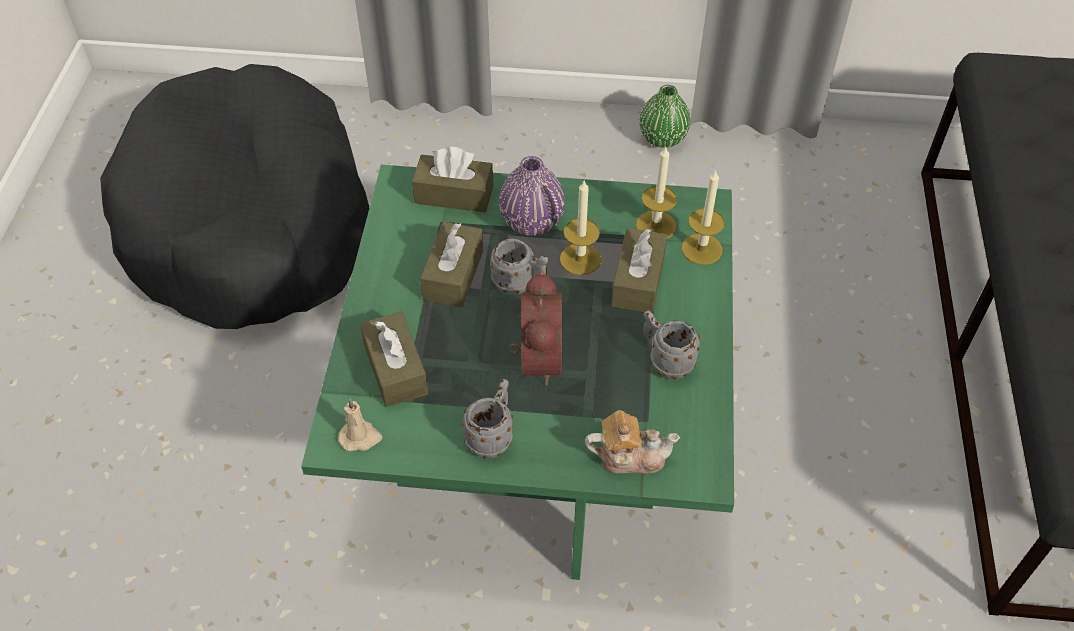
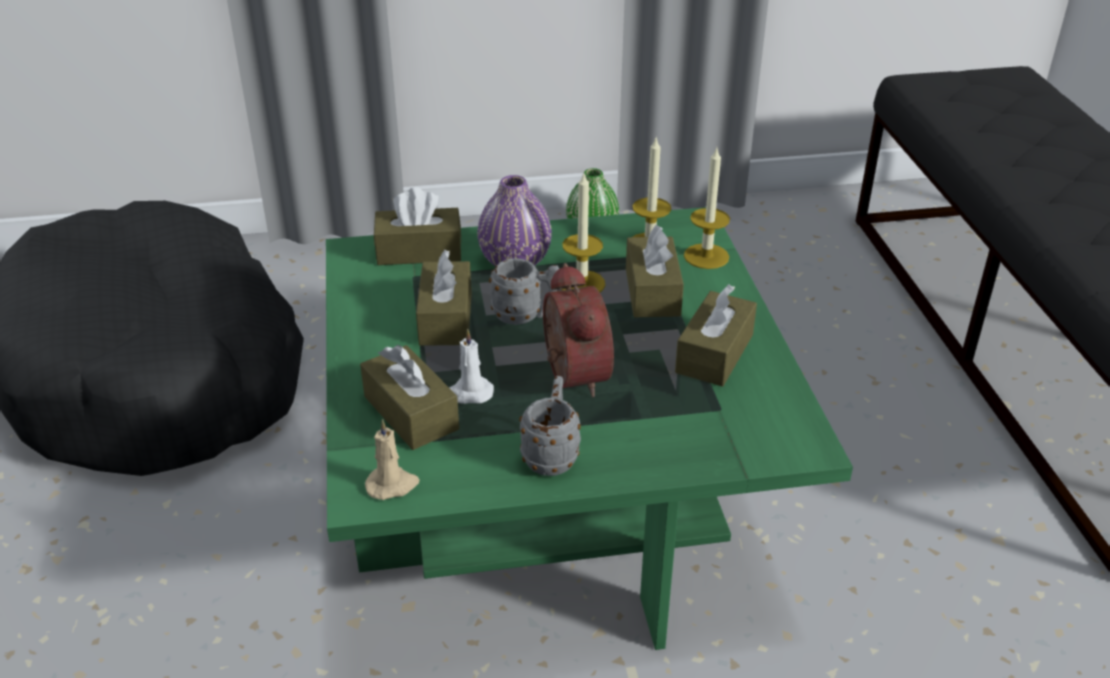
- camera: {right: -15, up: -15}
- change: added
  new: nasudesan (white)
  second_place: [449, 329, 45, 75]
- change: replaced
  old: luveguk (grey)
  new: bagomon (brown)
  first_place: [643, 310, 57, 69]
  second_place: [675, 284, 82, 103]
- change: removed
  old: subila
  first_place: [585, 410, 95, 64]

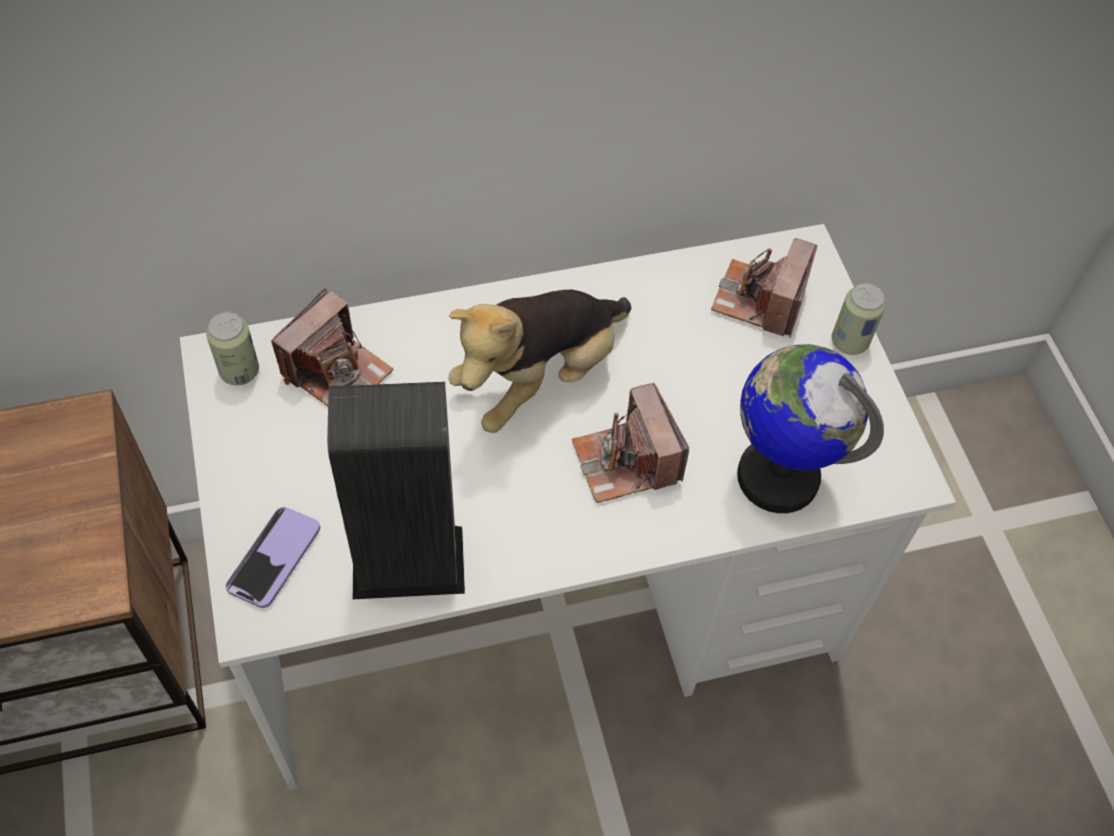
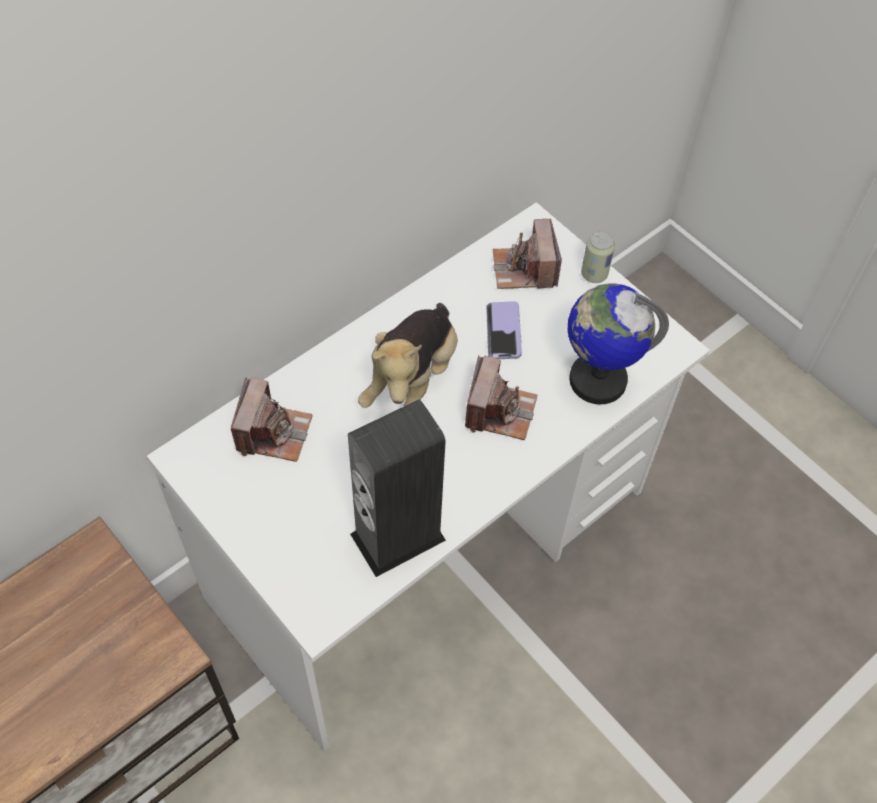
- camera: {right: -25, up: 0}
- change: turned
  old: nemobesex
  first_place: [572, 383, 117, 120]
  second_place: [465, 355, 72, 85]
  degrees: -120
- change: moved
  old: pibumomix
  first_place: [226, 507, 94, 101]
  second_place: [486, 301, 36, 58]
- change: removed
  old: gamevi
  first_place: [206, 311, 53, 74]

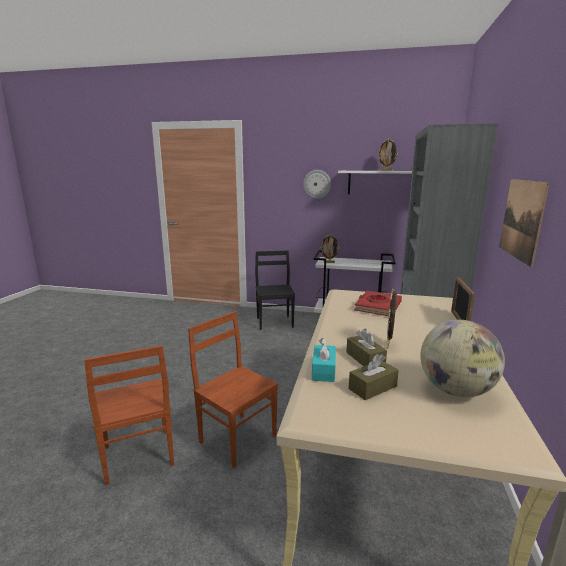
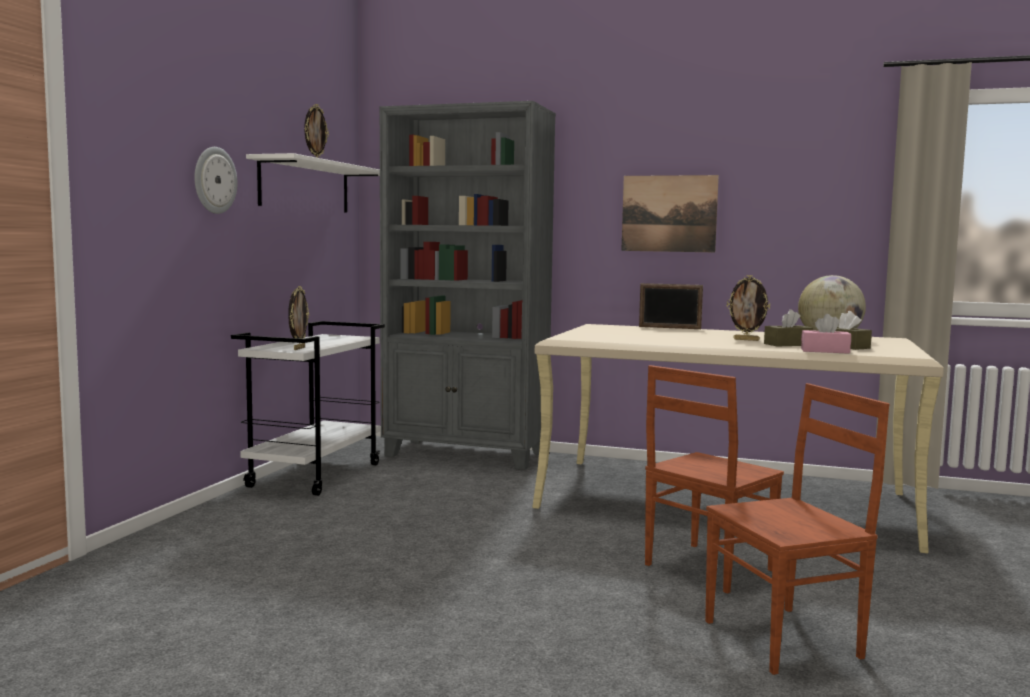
- camera: {right: -85, up: -10}
- change: recoloured
  old: bagomon (turquoise)
  new: bagomon (pink)
  first_place: [312, 338, 24, 44]
  second_place: [801, 314, 50, 40]
- change: removed
  old: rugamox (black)
  first_place: [255, 251, 40, 79]
- change: removed
  old: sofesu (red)
  first_place: [354, 291, 48, 25]

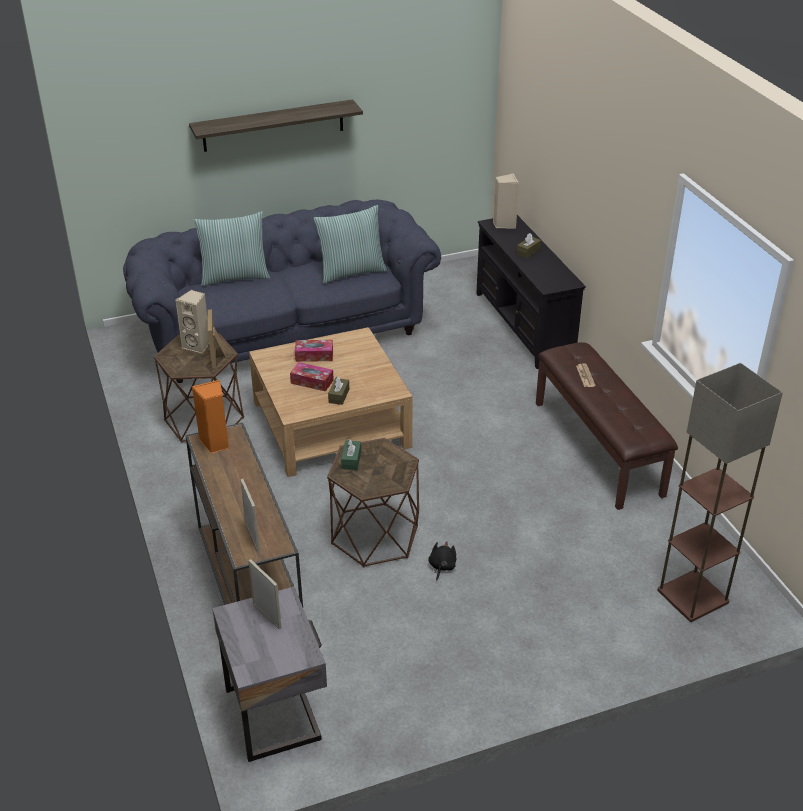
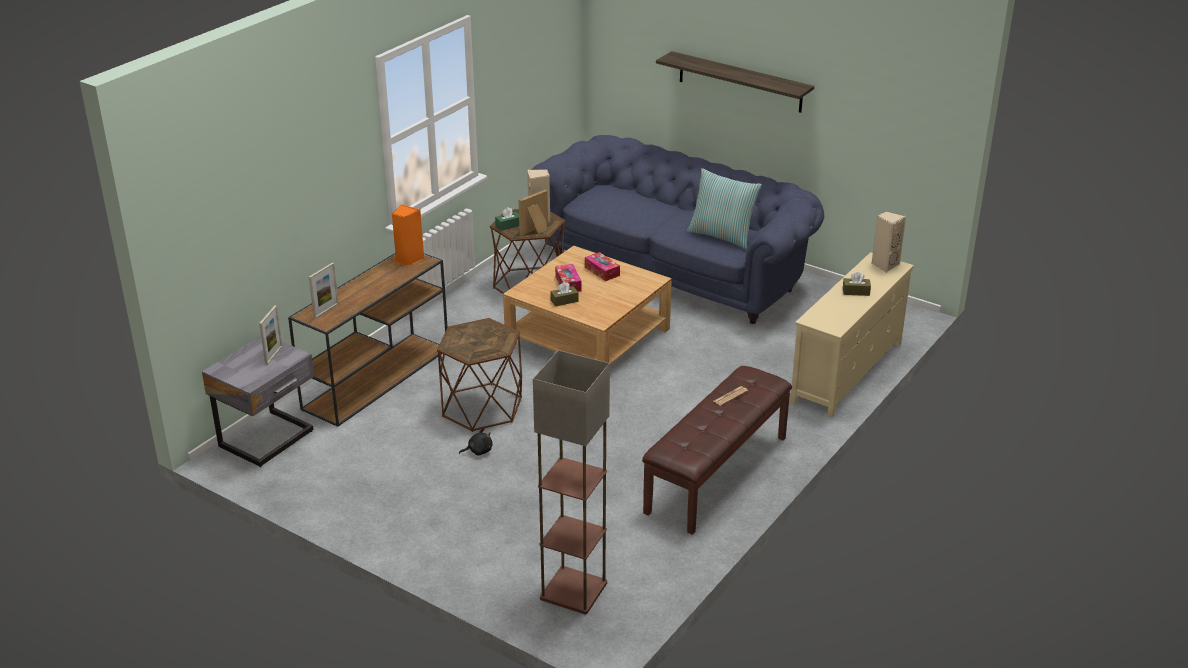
- camera: {right: 55, up: -5}
- change: moved
  old: bagomon (green)
  first_place: [341, 439, 20, 31]
  second_place: [495, 207, 24, 24]
- change: recoloured
  old: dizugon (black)
  new: dizugon (beige)
  first_place: [477, 215, 109, 154]
  second_place: [790, 252, 124, 166]
- change: removed
  old: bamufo
  first_place: [194, 212, 76, 74]

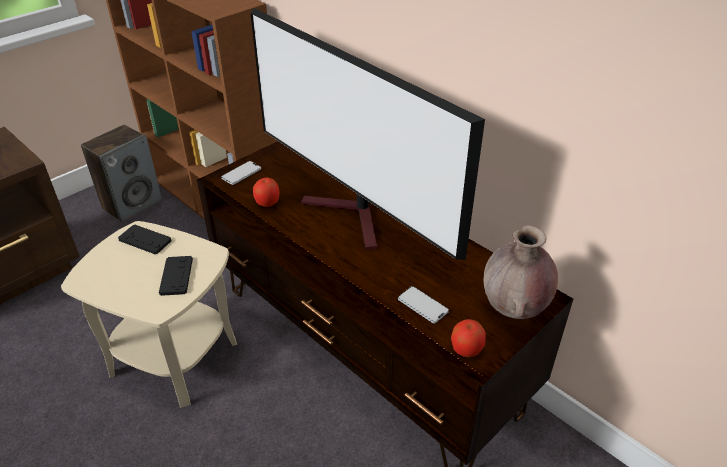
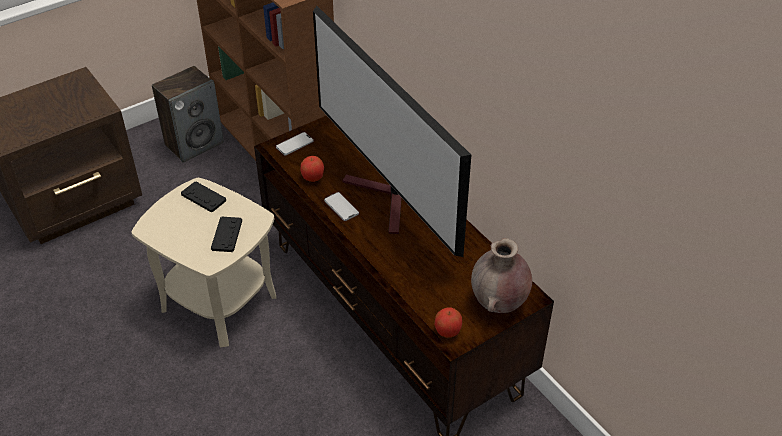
- camera: {right: 10, up: 5}
- change: moved
  old: pibumomix
  first_place: [398, 286, 51, 37]
  second_place: [324, 192, 35, 29]

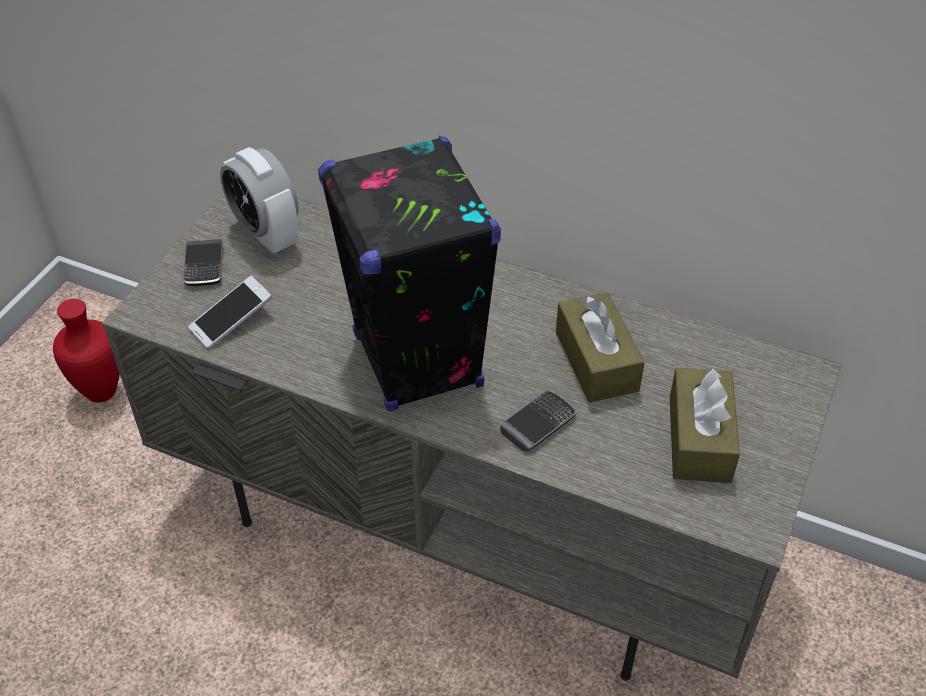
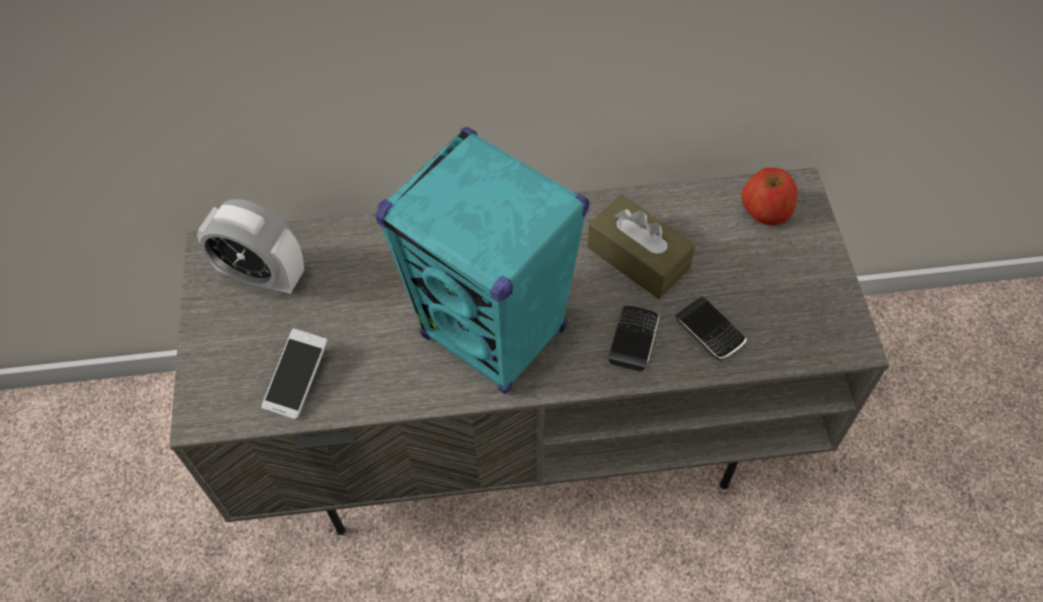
- camera: {right: -30, up: 10}
- change: recoloured
  old: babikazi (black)
  new: babikazi (turquoise)
  first_place: [318, 136, 183, 275]
  second_place: [375, 127, 214, 267]
- change: moved
  old: pibumomix
  first_place: [183, 239, 40, 47]
  second_place: [675, 297, 72, 63]
- change: added
  new: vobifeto
  second_place: [742, 168, 56, 58]
- change: removed
  old: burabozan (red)
  first_place: [53, 299, 67, 104]
- change: removed
  old: bagomon (brown)
  first_place: [670, 368, 70, 115]

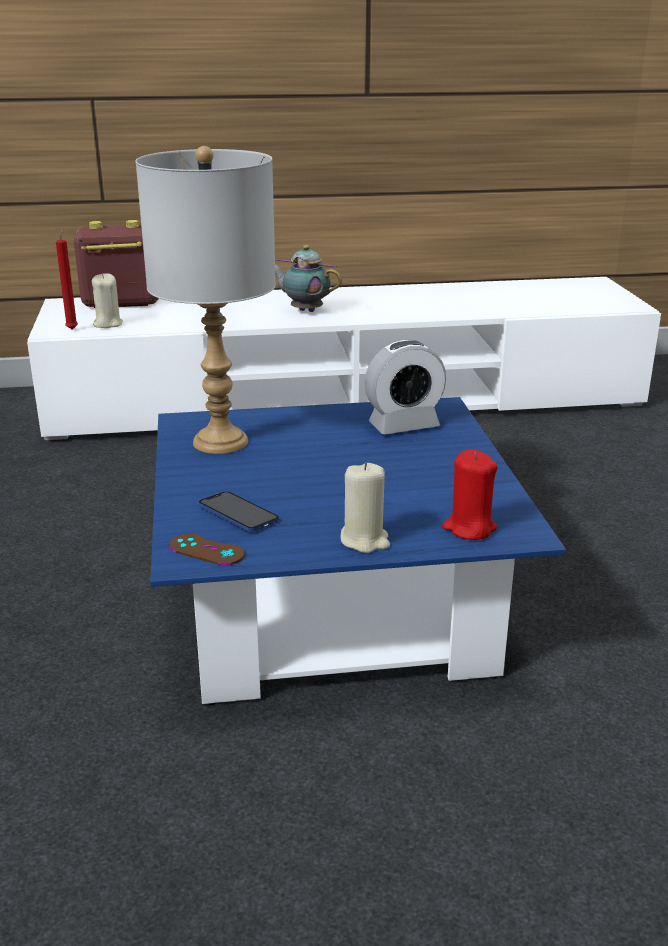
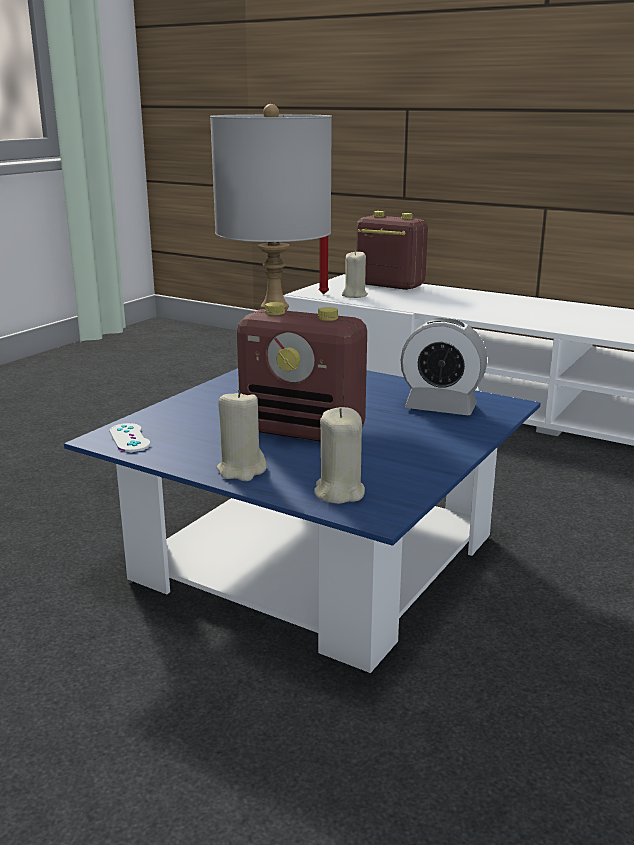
- camera: {right: 40, up: -5}
- change: recoloured
  old: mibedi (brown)
  new: mibedi (white)
  first_place: [169, 534, 76, 31]
  second_place: [109, 423, 41, 29]
- change: added
  new: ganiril
  second_place: [237, 302, 130, 140]
- change: recoloured
  old: nasudesan (red)
  new: nasudesan (beige)
  first_place: [442, 449, 56, 91]
  second_place: [314, 407, 51, 97]
- change: removed
  old: pibumomix
  first_place: [199, 491, 80, 41]
- change: removed
  old: subila
  first_place: [275, 245, 67, 67]

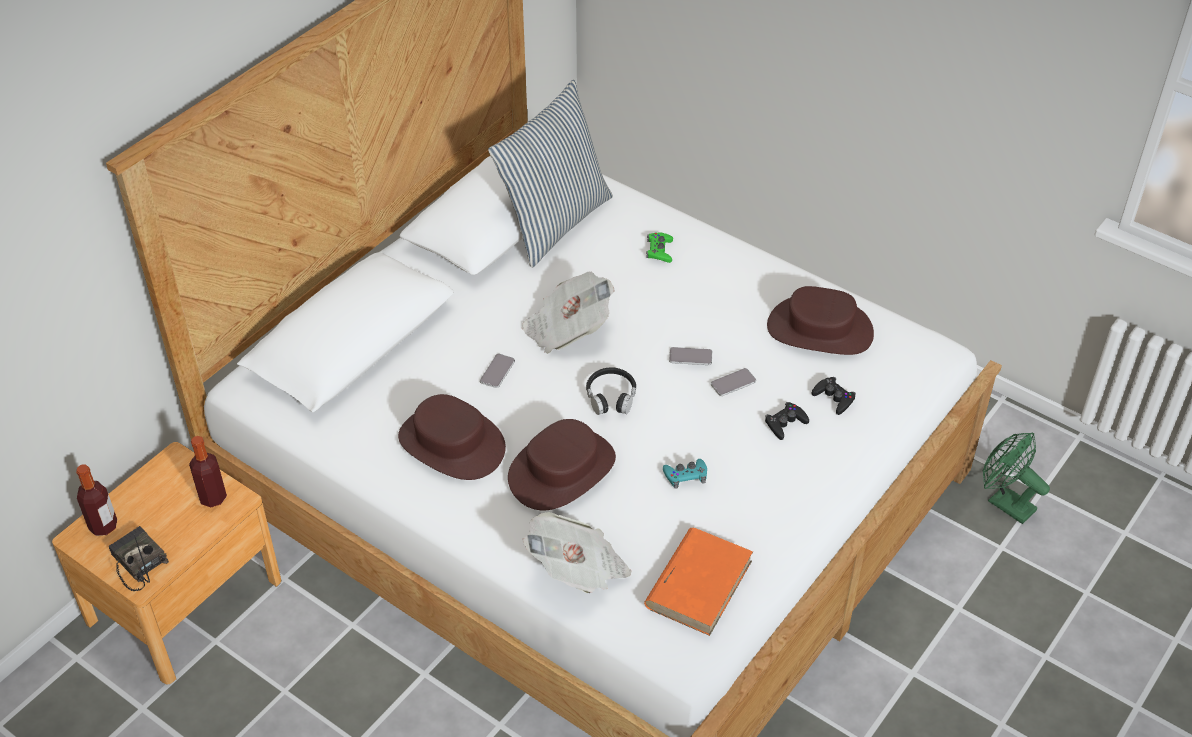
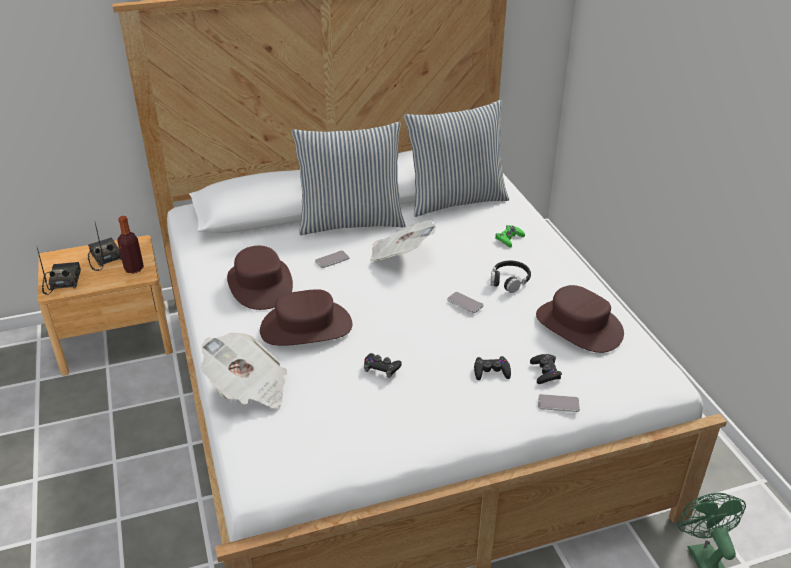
- camera: {right: 35, up: -10}
- change: added
  new: ganiril
  second_place: [88, 223, 34, 48]
- change: added
  new: bamufo
  second_place: [292, 122, 114, 113]
- change: recoloured
  old: mibedi (turquoise)
  new: mibedi (black)
  first_place: [663, 459, 44, 30]
  second_place: [364, 353, 38, 25]
- change: moved
  old: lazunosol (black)
  first_place: [586, 367, 50, 48]
  second_place: [490, 261, 41, 32]
- change: moved
  old: pibumomix
  first_place: [711, 368, 45, 28]
  second_place: [538, 394, 42, 18]
- change: removed
  old: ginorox
  first_place: [76, 464, 41, 72]
- change: removed
  old: sofesu (orange)
  first_place: [644, 528, 109, 108]

